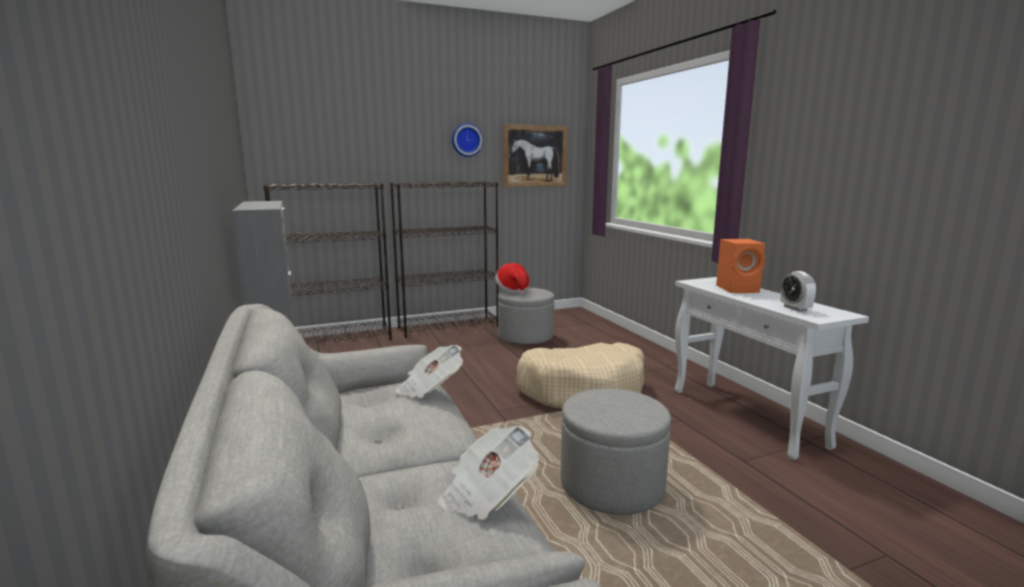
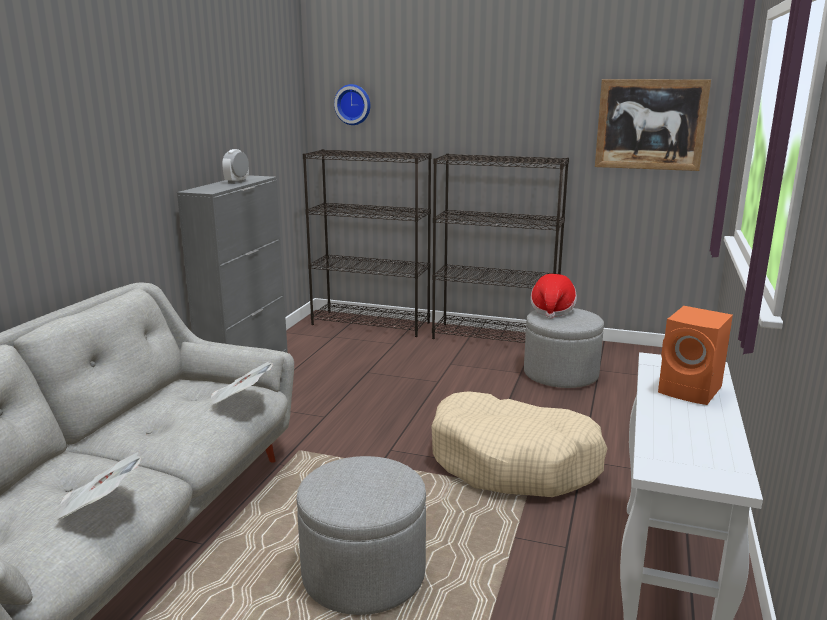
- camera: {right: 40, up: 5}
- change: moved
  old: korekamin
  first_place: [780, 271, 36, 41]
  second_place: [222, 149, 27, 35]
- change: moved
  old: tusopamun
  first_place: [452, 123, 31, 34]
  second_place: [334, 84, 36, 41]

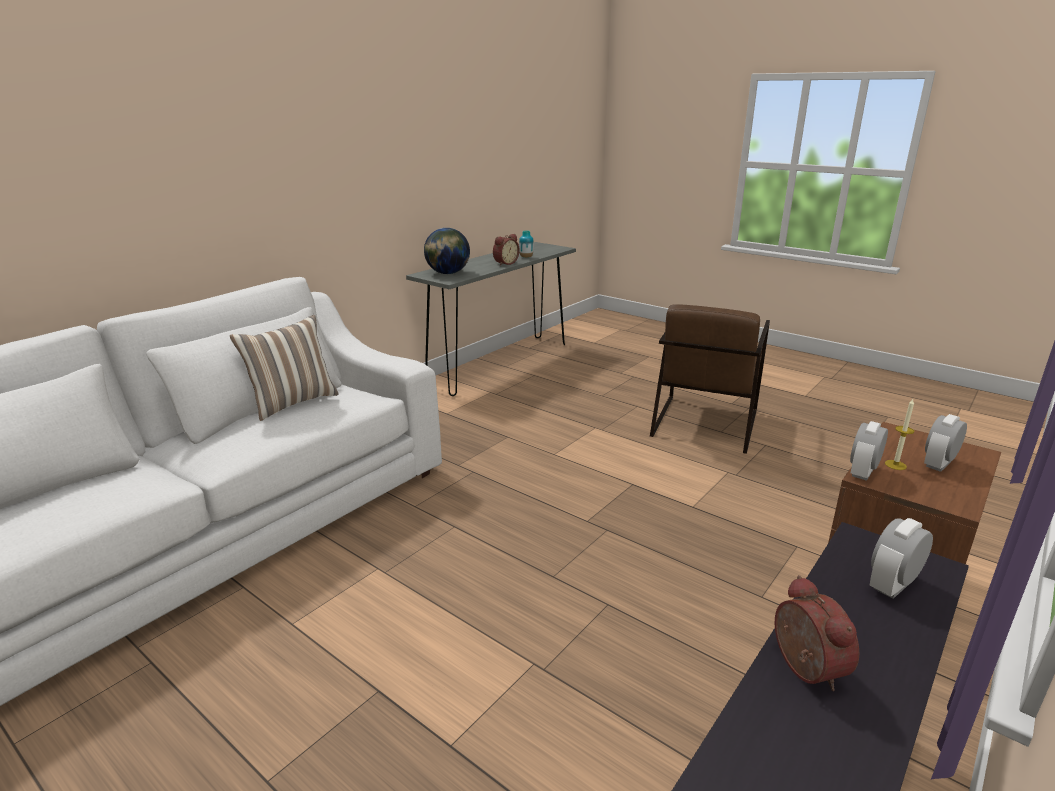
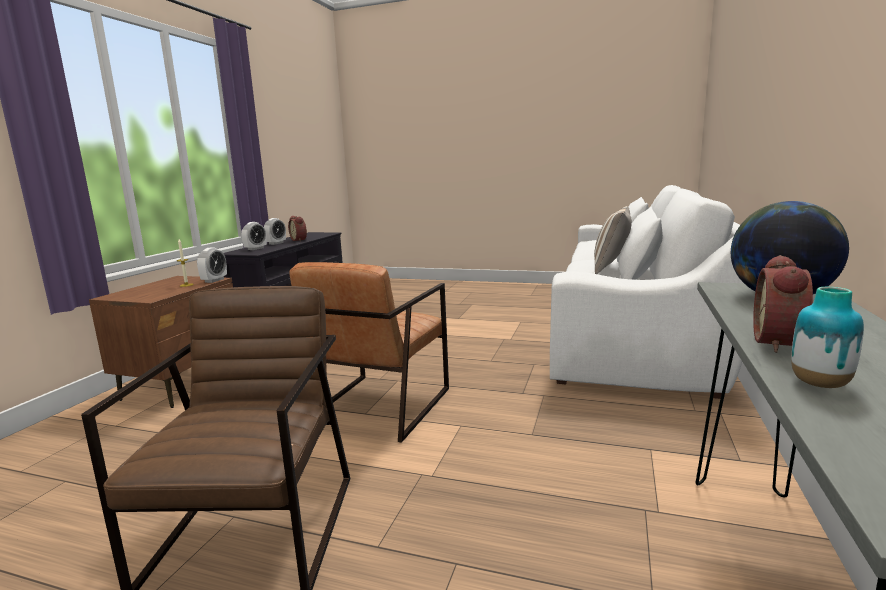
- camera: {right: 160, up: -10}
- change: moved
  old: korekamin
  first_place: [924, 414, 43, 58]
  second_place: [264, 218, 22, 27]
- change: added
  new: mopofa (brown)
  second_place: [289, 262, 160, 181]

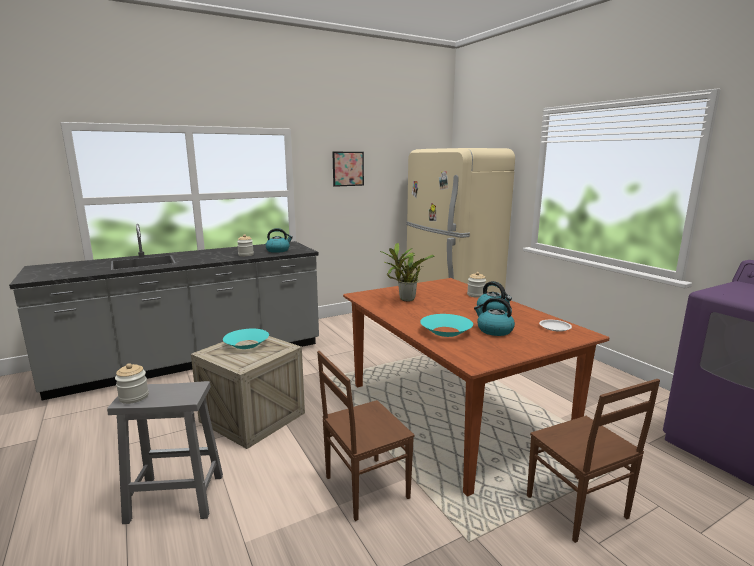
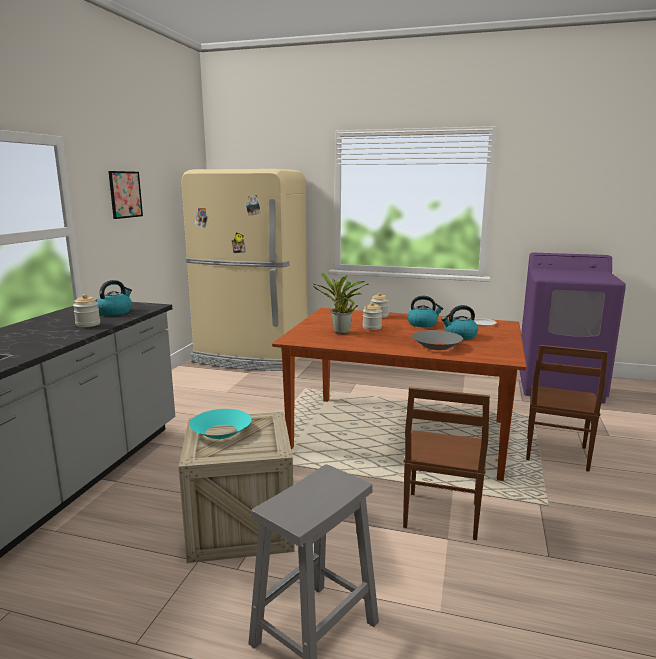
- camera: {right: -45, up: 0}
- change: moved
  old: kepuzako
  first_place: [115, 363, 34, 41]
  second_place: [363, 302, 19, 28]
- change: recoloured
  old: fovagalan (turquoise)
  new: fovagalan (grey)
  first_place: [420, 314, 53, 23]
  second_place: [412, 330, 51, 20]
- change: turned
  old: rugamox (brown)
  first_place: [527, 379, 133, 164]
  second_place: [526, 345, 82, 127]
  degrees: 90

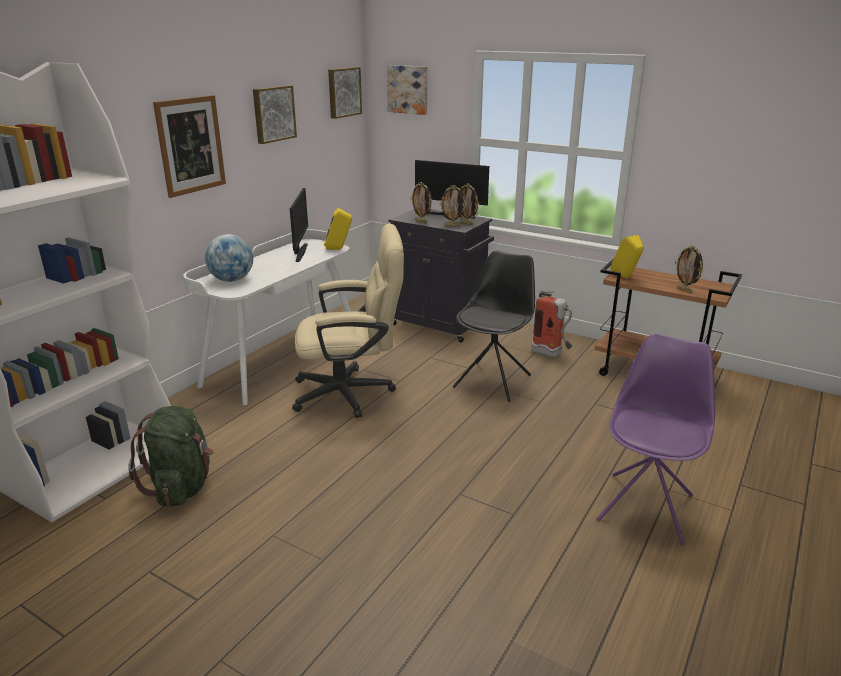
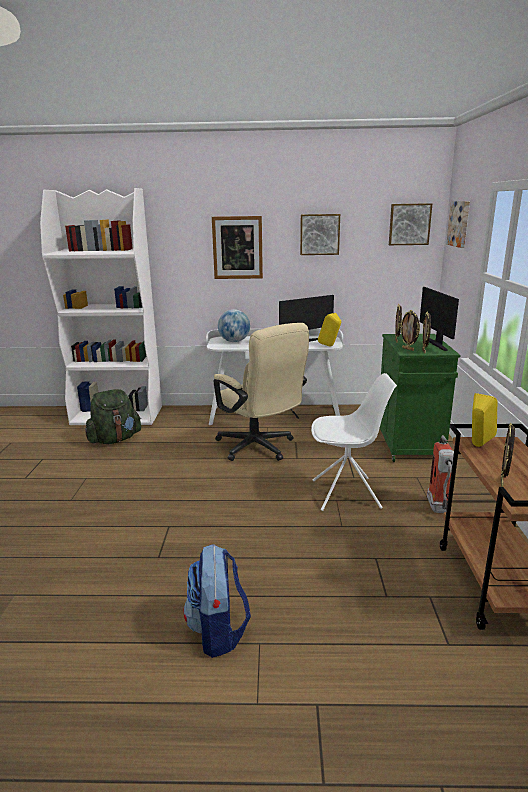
- camera: {right: 60, up: -5}
- change: replaced
  old: rugamox (purple)
  new: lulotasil
  first_place: [597, 334, 118, 211]
  second_place: [184, 544, 67, 114]
- change: recoloured
  old: rugamox (black)
  new: rugamox (white)
  first_place: [453, 250, 82, 152]
  second_place: [311, 373, 86, 138]
- change: recoloured
  old: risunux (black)
  new: risunux (green)
  first_place: [388, 209, 106, 133]
  second_place: [379, 334, 82, 128]

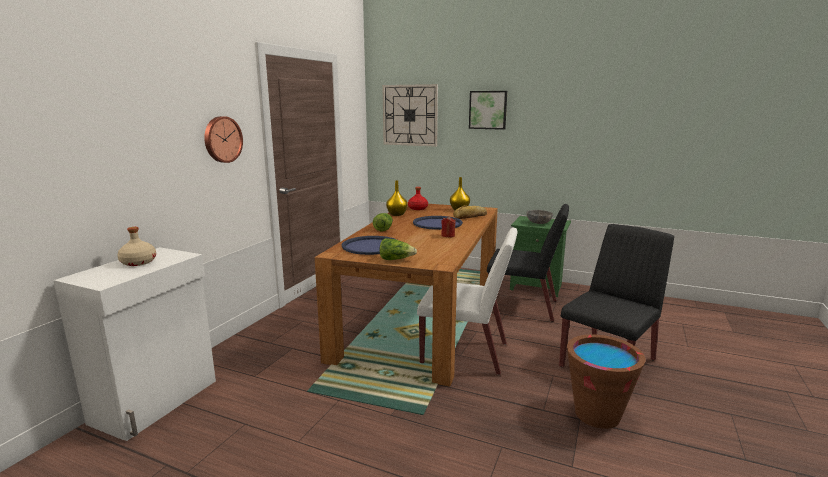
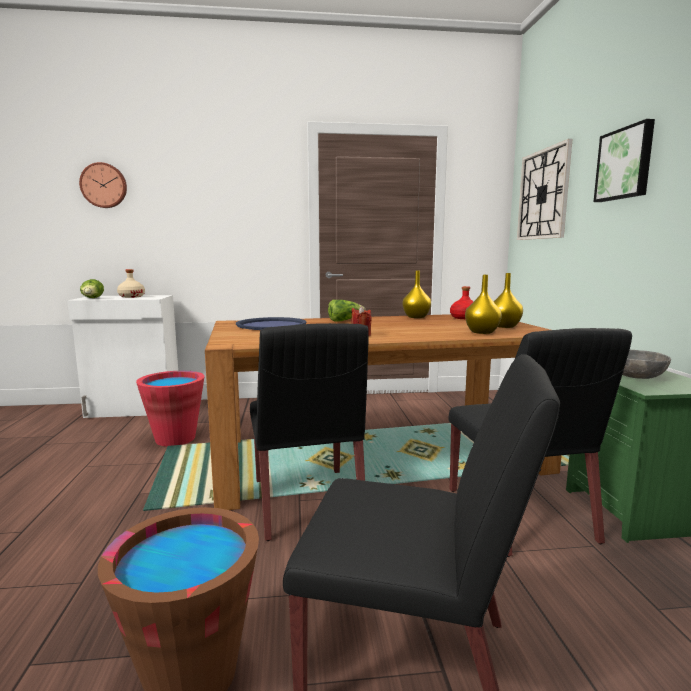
- camera: {right: 60, up: -5}
- change: moved
  old: tusopamun
  first_place: [204, 116, 39, 47]
  second_place: [79, 162, 48, 46]
- change: moved
  old: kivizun
  first_place: [379, 238, 38, 22]
  second_place: [80, 279, 24, 19]
- change: added
  new: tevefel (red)
  second_place: [136, 371, 69, 75]
- change: recoloured
  old: rugamox (white)
  new: rugamox (black)
  first_place: [417, 228, 101, 147]
  second_place: [250, 323, 119, 218]
- change: replaced
  old: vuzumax
  new: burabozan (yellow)
  first_place: [453, 205, 34, 14]
  second_place: [465, 275, 37, 59]
- change: removed
  old: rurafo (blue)
  first_place: [413, 216, 50, 14]

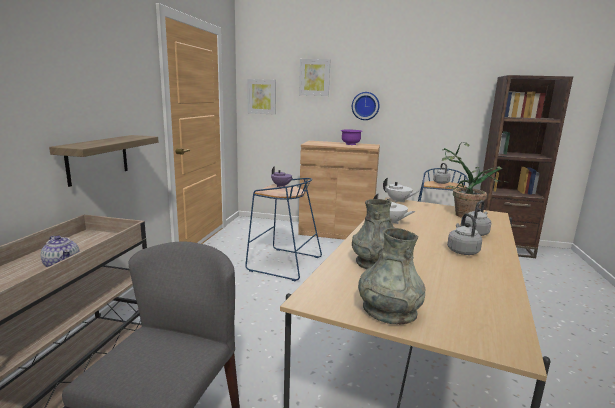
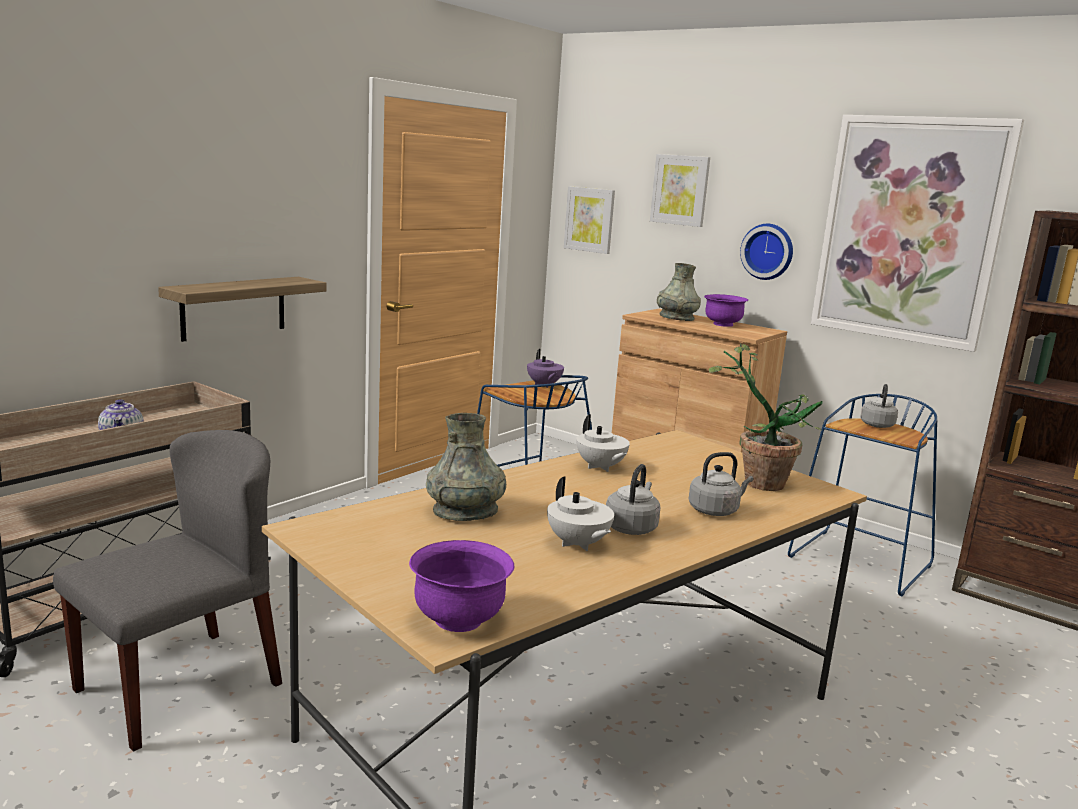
- camera: {right: 25, up: 0}
- change: added
  new: fovagalan (purple)
  second_place: [409, 540, 105, 92]
- change: moved
  old: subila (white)
  first_place: [383, 178, 36, 25]
  second_place: [547, 476, 67, 75]
- change: moved
  old: burabozan (grey)
  first_place: [358, 228, 67, 96]
  second_place: [657, 263, 44, 58]
- change: added
  new: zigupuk
  second_place: [811, 115, 213, 237]

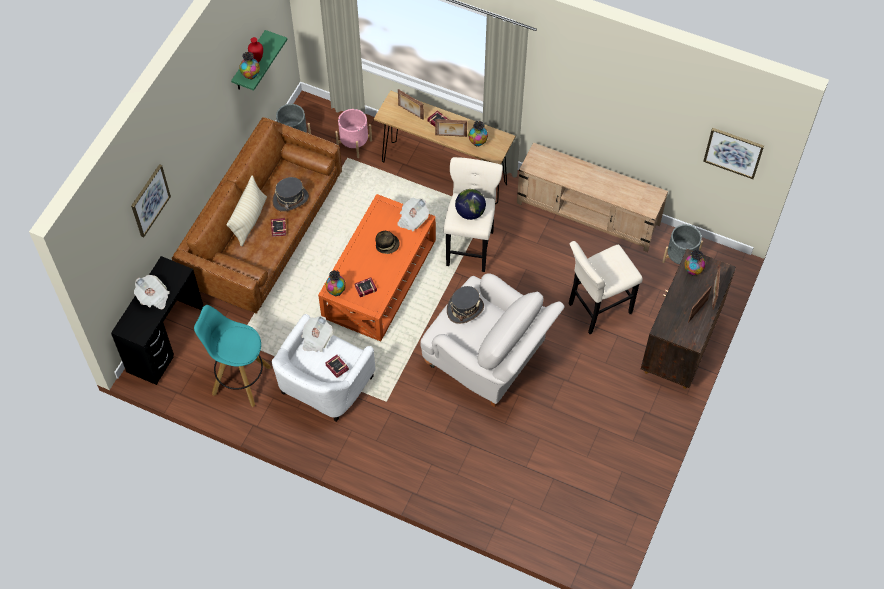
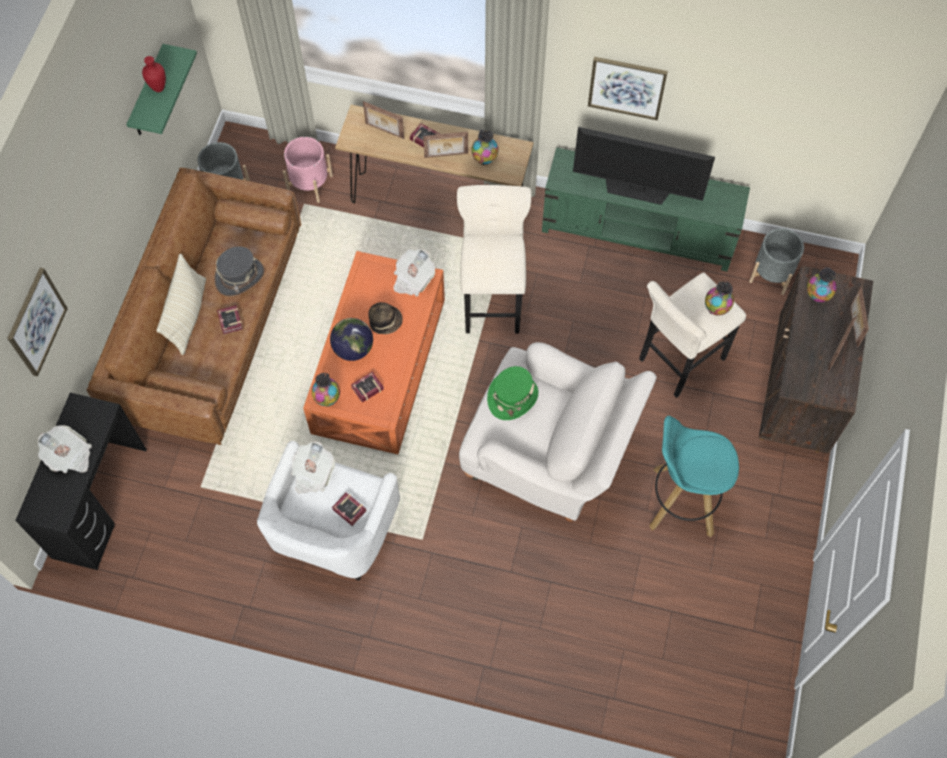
- camera: {right: -10, up: 5}
- change: moved
  old: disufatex
  first_place: [455, 189, 31, 31]
  second_place: [330, 318, 43, 43]
- change: recoloured
  old: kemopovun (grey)
  new: kemopovun (green)
  first_place: [447, 286, 37, 38]
  second_place: [487, 366, 51, 54]
- change: recoloured
  old: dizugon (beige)
  new: dizugon (green)
  first_place: [517, 142, 151, 110]
  second_place: [542, 147, 208, 125]
- change: added
  new: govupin
  second_place: [573, 127, 142, 78]
- change: moved
  old: zigupuk
  first_place: [703, 128, 61, 51]
  second_place: [588, 57, 80, 63]
- change: moved
  old: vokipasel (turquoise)
  first_place: [194, 305, 77, 102]
  second_place: [649, 416, 90, 121]
- change: moved
  old: burabozan
  first_place: [239, 52, 21, 28]
  second_place: [705, 281, 29, 34]

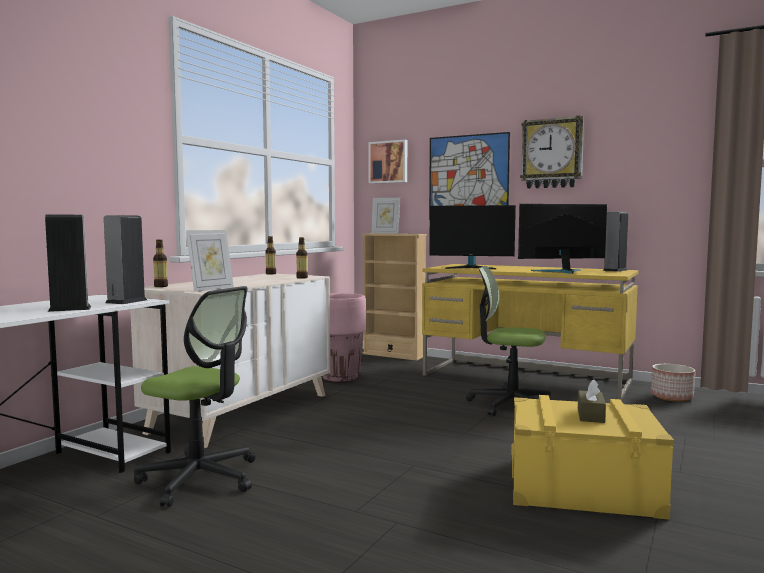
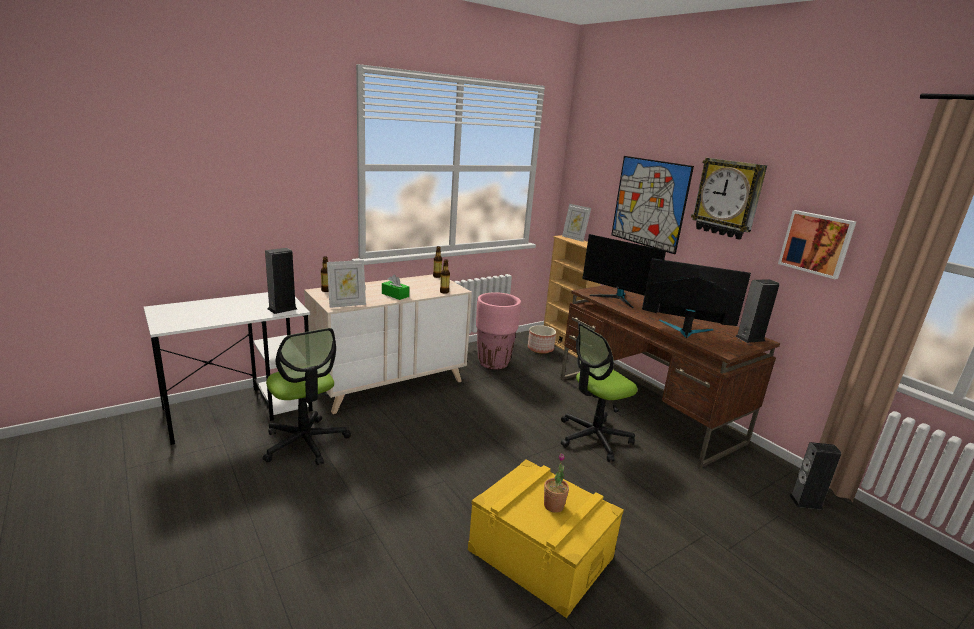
- camera: {right: 25, up: 15}
- change: added
  new: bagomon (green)
  second_place: [382, 275, 27, 25]
- change: moved
  old: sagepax
  first_place: [651, 364, 44, 38]
  second_place: [528, 325, 28, 29]
- change: replaced
  old: bagomon (brown)
  new: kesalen
  first_place: [578, 379, 28, 44]
  second_place: [544, 453, 25, 60]
- change: recoloured
  old: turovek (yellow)
  new: turovek (brown)
  first_place: [422, 264, 216, 137]
  second_place: [560, 285, 220, 183]
- change: turned
  old: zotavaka
  first_place: [466, 266, 85, 150]
  second_place: [561, 323, 76, 139]
  degrees: -75
- change: moved
  old: zigupuk
  first_place: [368, 140, 39, 44]
  second_place: [778, 210, 78, 69]
- change: moved
  old: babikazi
  first_place: [45, 214, 46, 98]
  second_place: [789, 442, 52, 68]

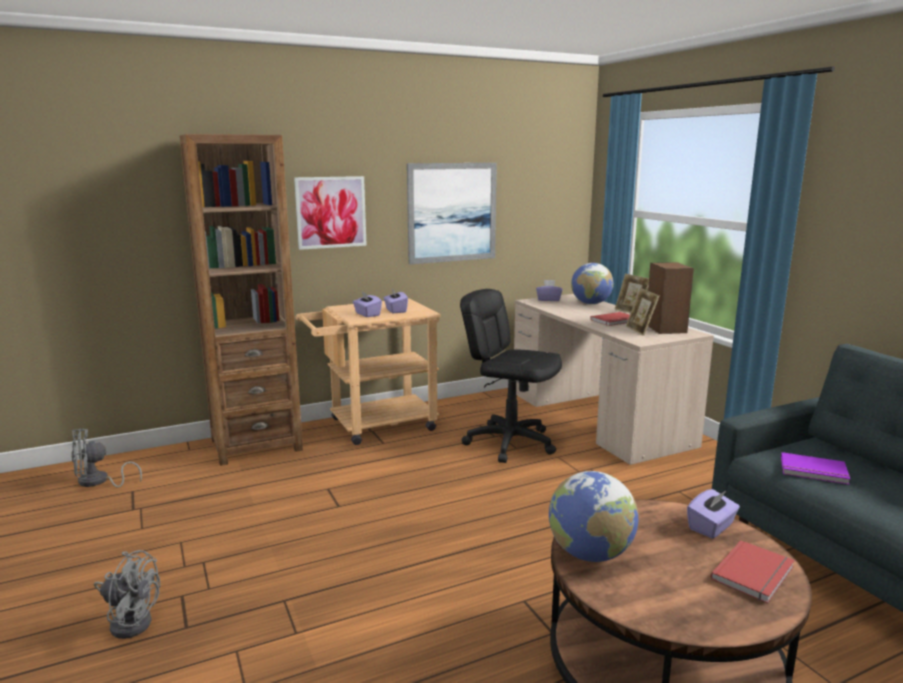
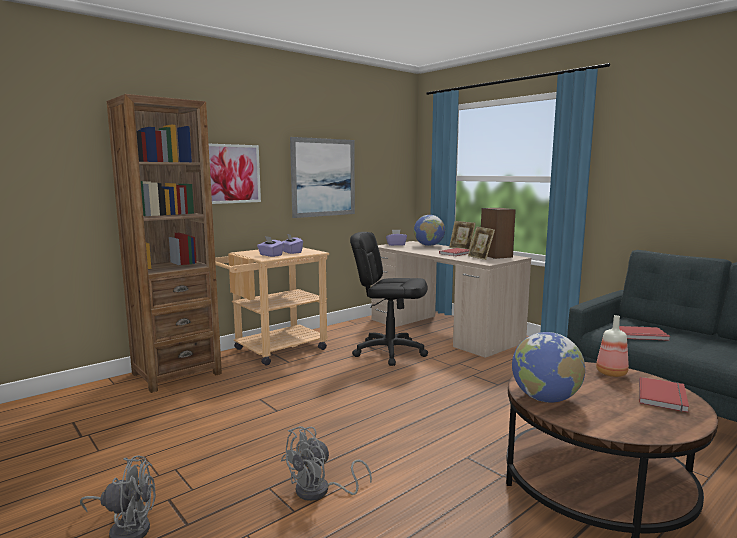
- camera: {right: -15, up: -5}
- change: moved
  old: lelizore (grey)
  first_place: [71, 429, 71, 59]
  second_place: [281, 426, 91, 75]
- change: replaced
  old: bagomon (purple)
  new: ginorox
  first_place: [687, 489, 53, 50]
  second_place: [596, 315, 33, 62]
- change: recoloured
  old: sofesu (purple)
  new: sofesu (red)
  first_place: [781, 452, 69, 33]
  second_place: [619, 326, 51, 15]

